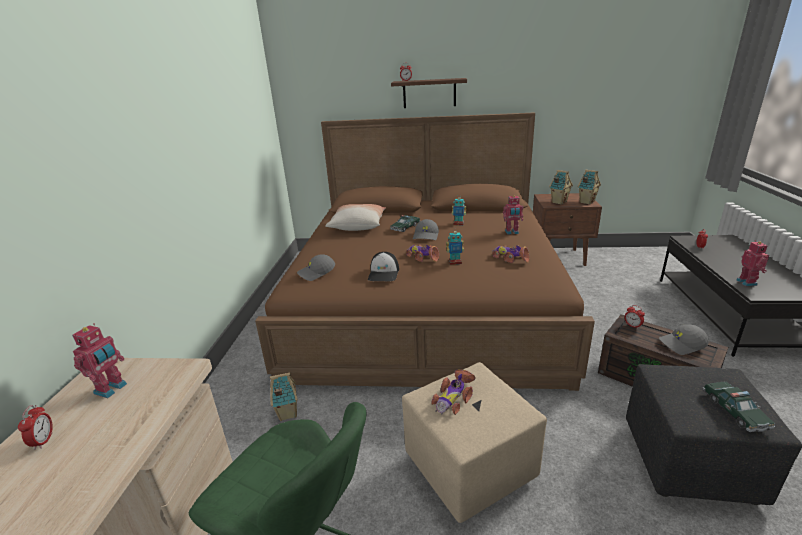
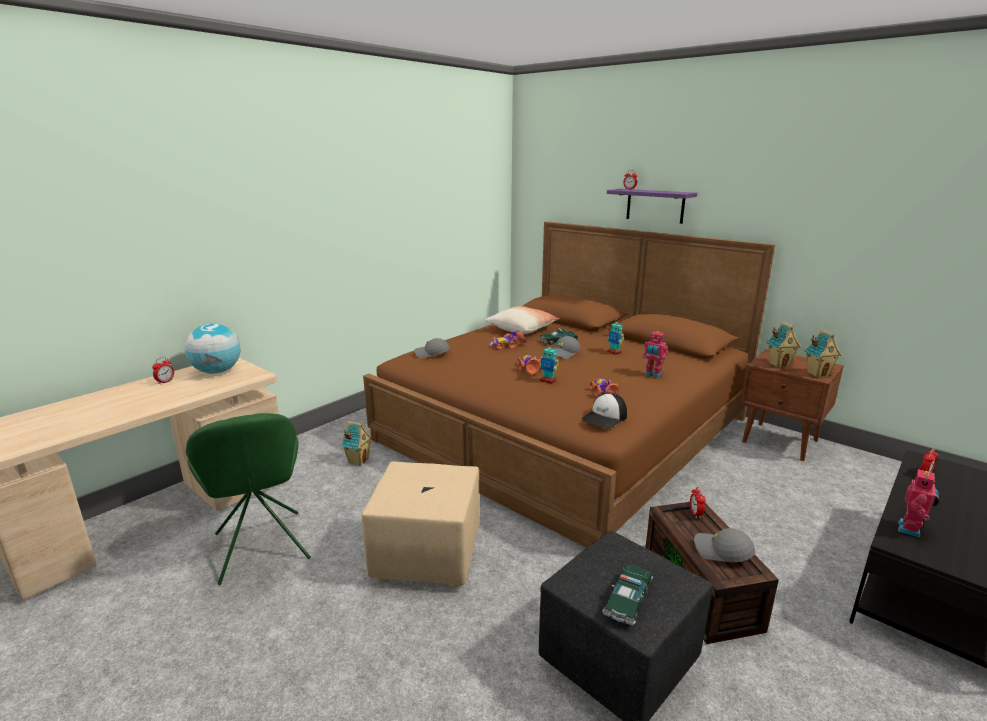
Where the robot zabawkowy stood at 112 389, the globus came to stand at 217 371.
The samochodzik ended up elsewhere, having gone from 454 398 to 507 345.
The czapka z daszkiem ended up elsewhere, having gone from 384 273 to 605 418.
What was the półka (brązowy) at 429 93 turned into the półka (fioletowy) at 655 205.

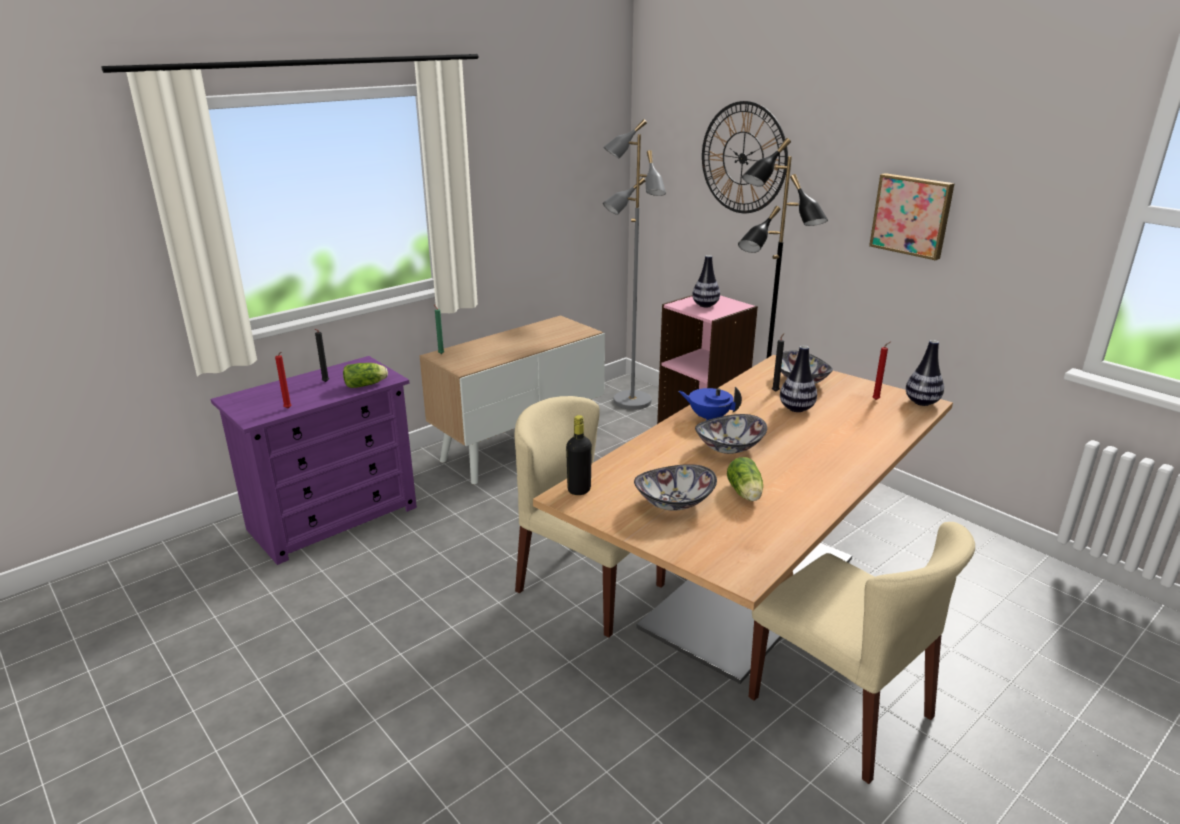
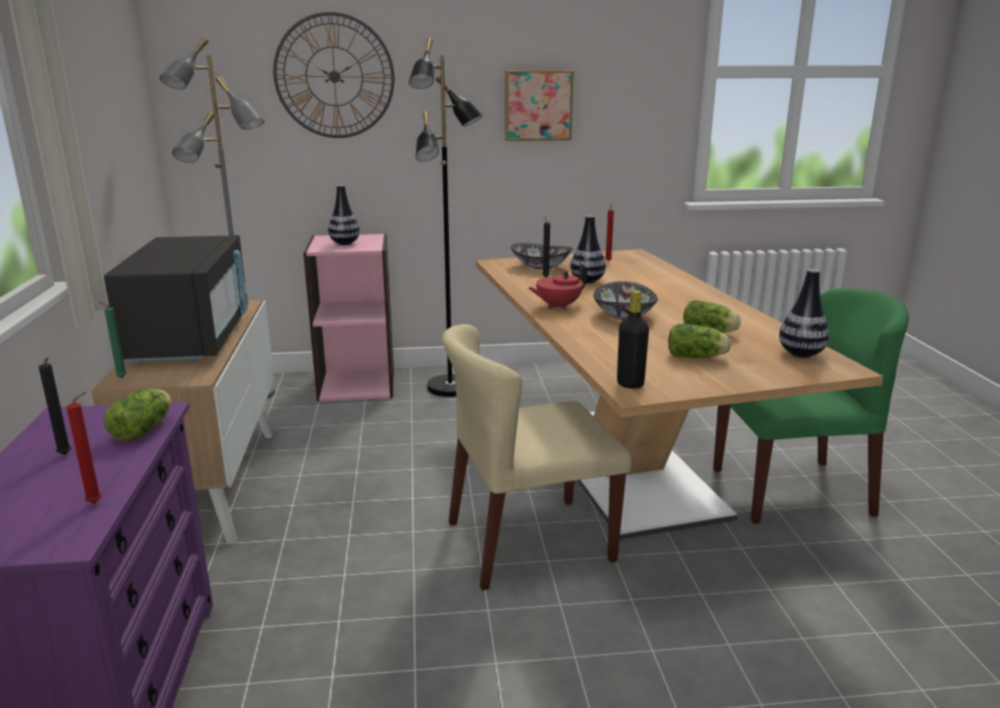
The second view gained the mikrofalówka (czarny) at 192 339.
What was the imbryk (niebieski) at 709 417 turned into the imbryk (czerwony) at 558 306.
Where the miska stood at 673 502, the sałata came to stand at 698 357.
What was the krzesło (beżowy) at 841 707 turned into the krzesło (zielony) at 792 491.
The wazon ended up elsewhere, having gone from 922 402 to 801 354.

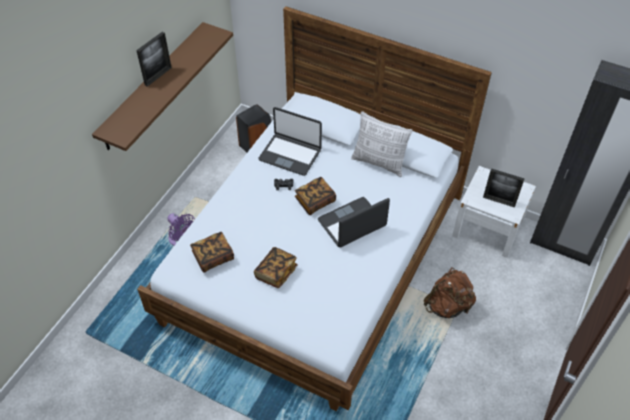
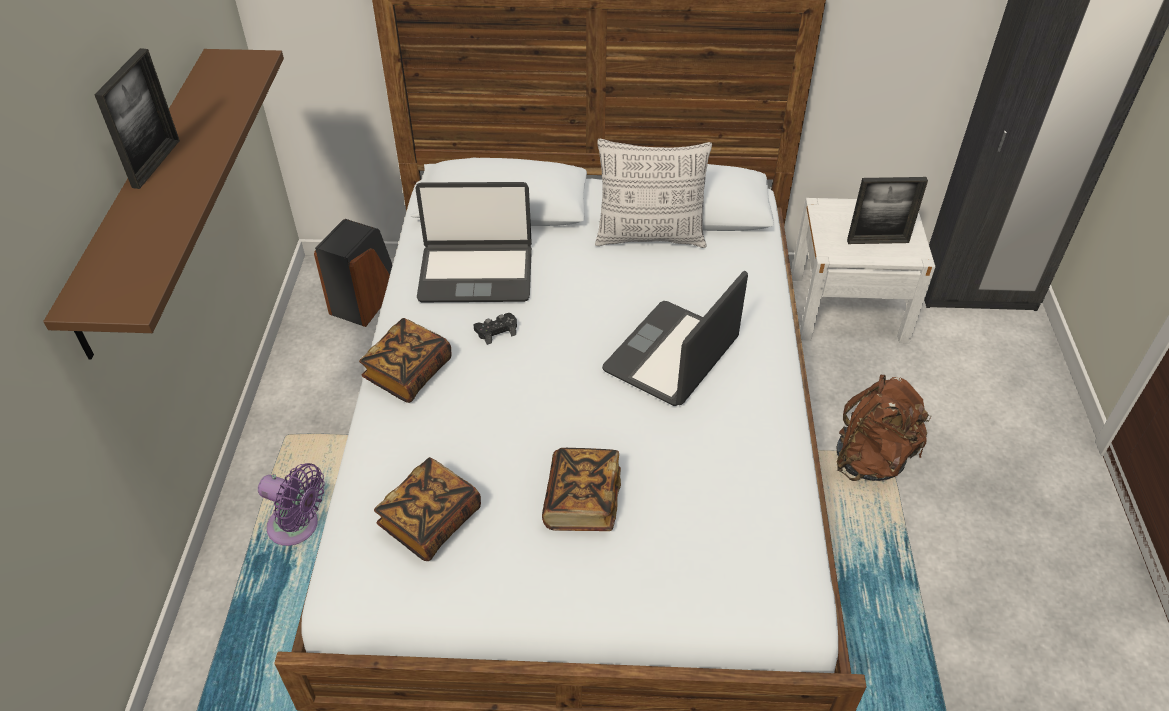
The książka ended up elsewhere, having gone from 315 201 to 408 373.

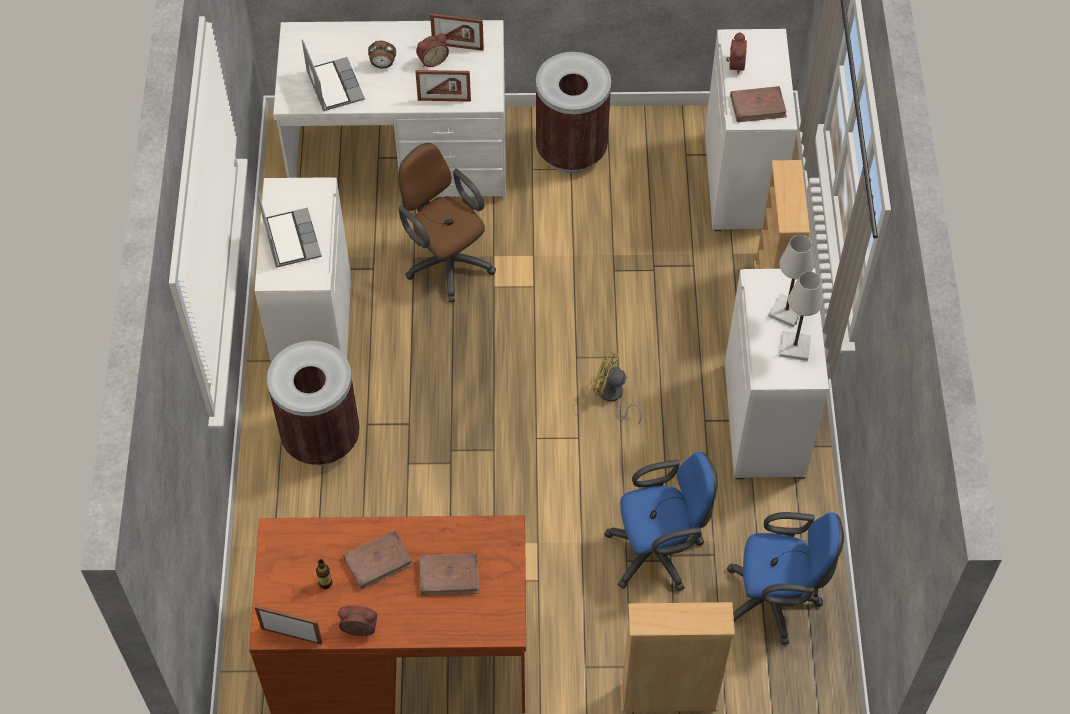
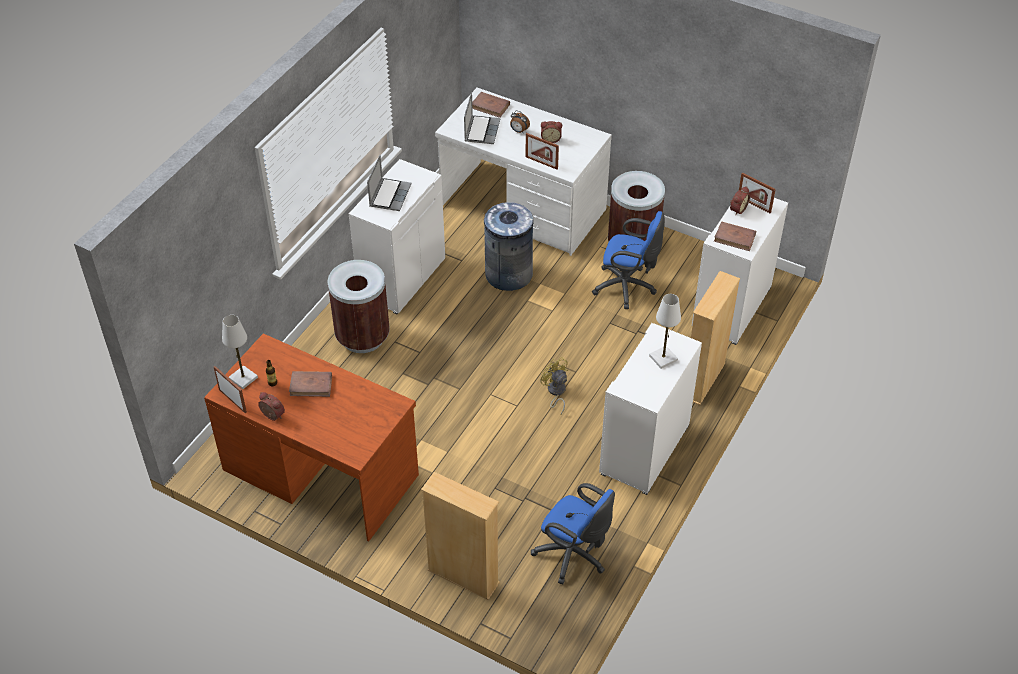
The lampa stołowa (biały) ended up elsewhere, having gone from 794 347 to 243 378.
The książka (brązowy) ended up elsewhere, having gone from 449 575 to 490 106.
Where the krzesło biurowe (brązowy) stood at 446 261, the kosz na śmieci (szary) came to stand at 508 274.
The krzesło biurowe (niebieski) ended up elsewhere, having gone from 659 551 to 627 287.
The ramka na zdjęcie ended up elsewhere, having gone from 457 46 to 754 204.

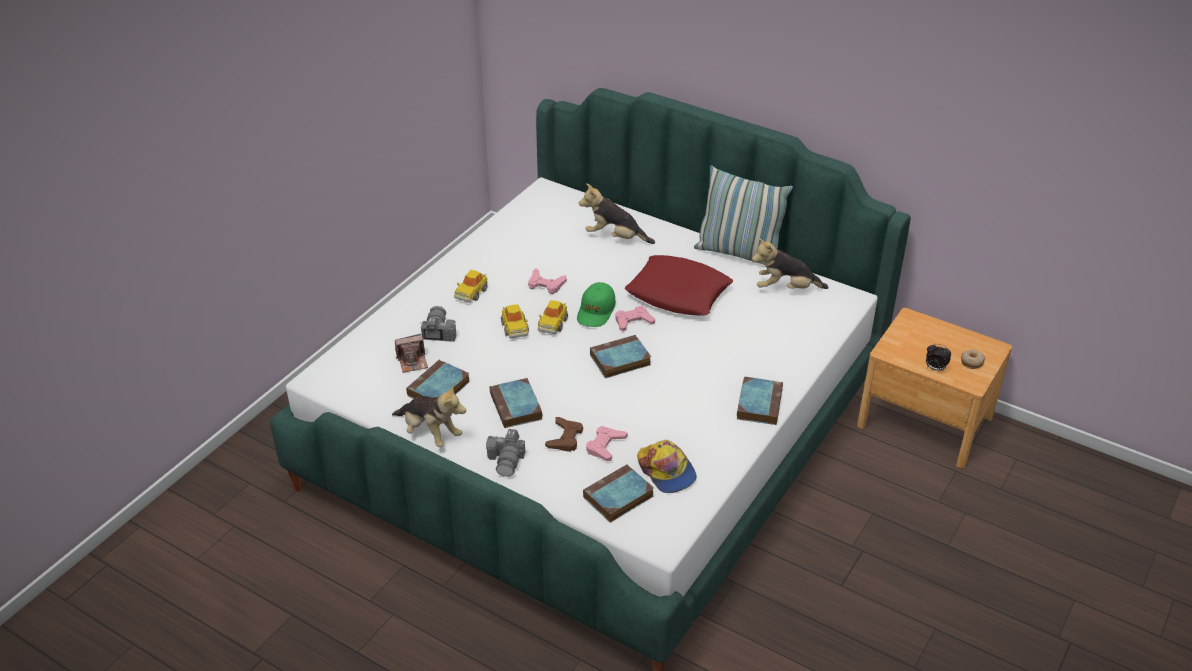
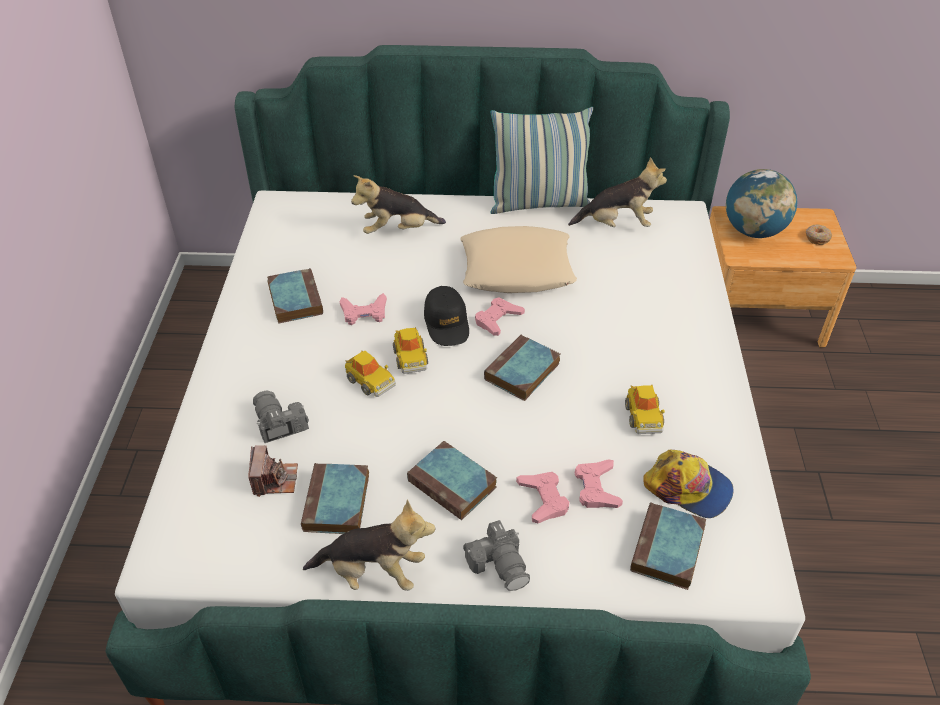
The aparat fotograficzny at 413 361 ended up facing another way, 45 degrees counterclockwise from before.
The książka ended up elsewhere, having gone from 759 403 to 294 299.
What was the czapka z daszkiem (zielony) at 596 311 turned into the czapka z daszkiem (czarny) at 447 323.
What was the poduszka (czerwony) at 678 293 turned into the poduszka (beżowy) at 517 268.
What was the pad do gier (brązowy) at 565 438 turned into the pad do gier (różowy) at 543 499.
The pluszak at 785 288 ended up facing another way, 150 degrees counterclockwise from before.
The samochodzik ended up elsewhere, having gone from 471 293 to 643 416.
The second view gained the globus at 753 231.
The second view lost the budzik at 935 368.

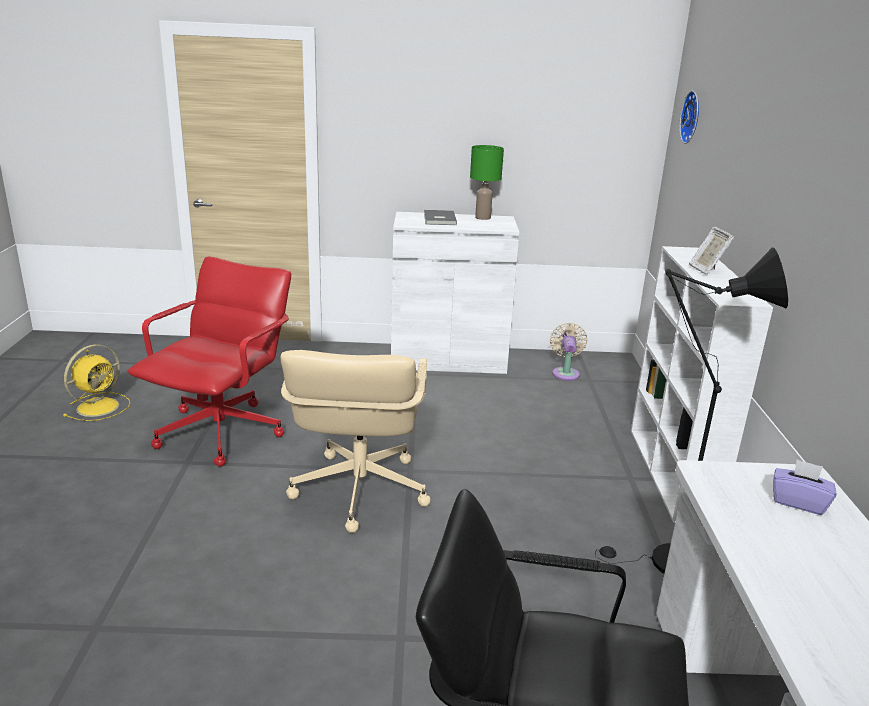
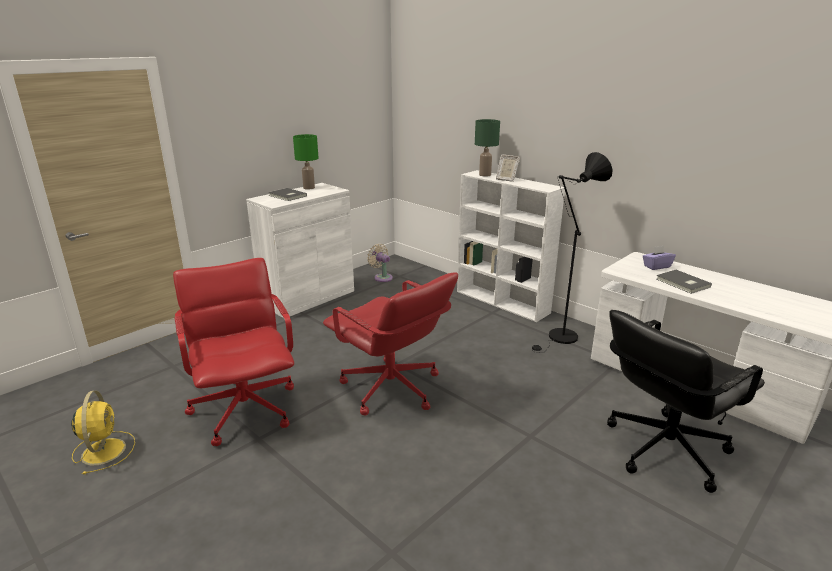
What was the krzesło biurowe (beżowy) at 358 491 turned into the krzesło biurowe (czerwony) at 391 389.
The second view gained the lampa stołowa (zielony) at 484 175.
The second view gained the książka (szary) at 682 283.
The second view lost the zegar ścienny at 693 117.

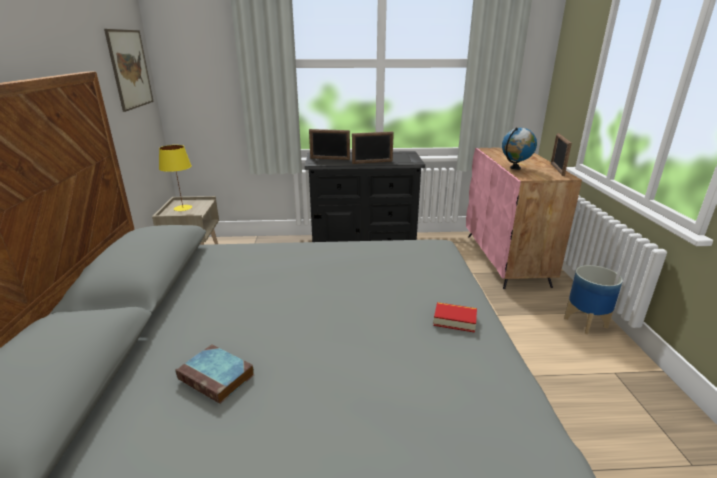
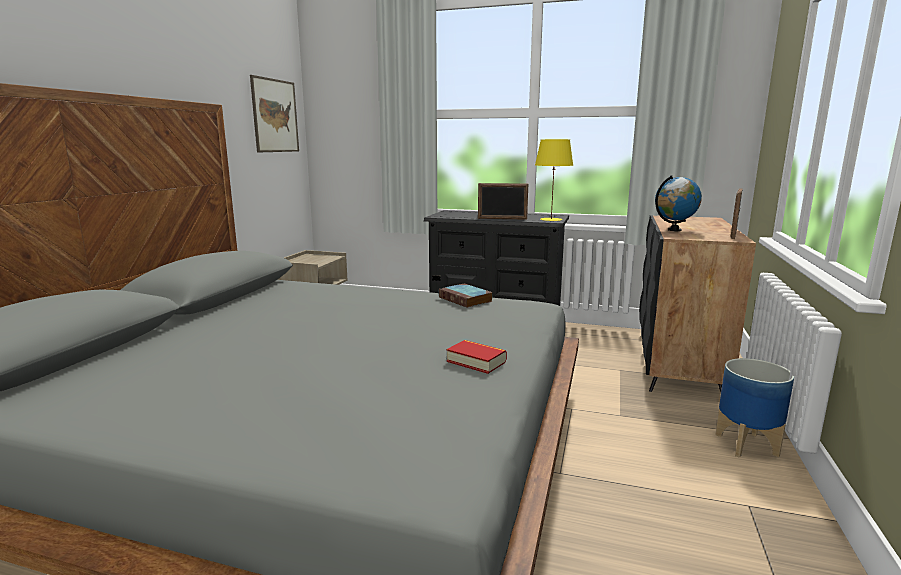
The książka ended up elsewhere, having gone from 218 377 to 466 299.
The lampa stołowa (żółty) ended up elsewhere, having gone from 183 208 to 551 219.
What was the szafka (różowy) at 506 259 turned into the szafka (czarny) at 678 363.
The second view lost the ramka na zdjęcie at 330 159.

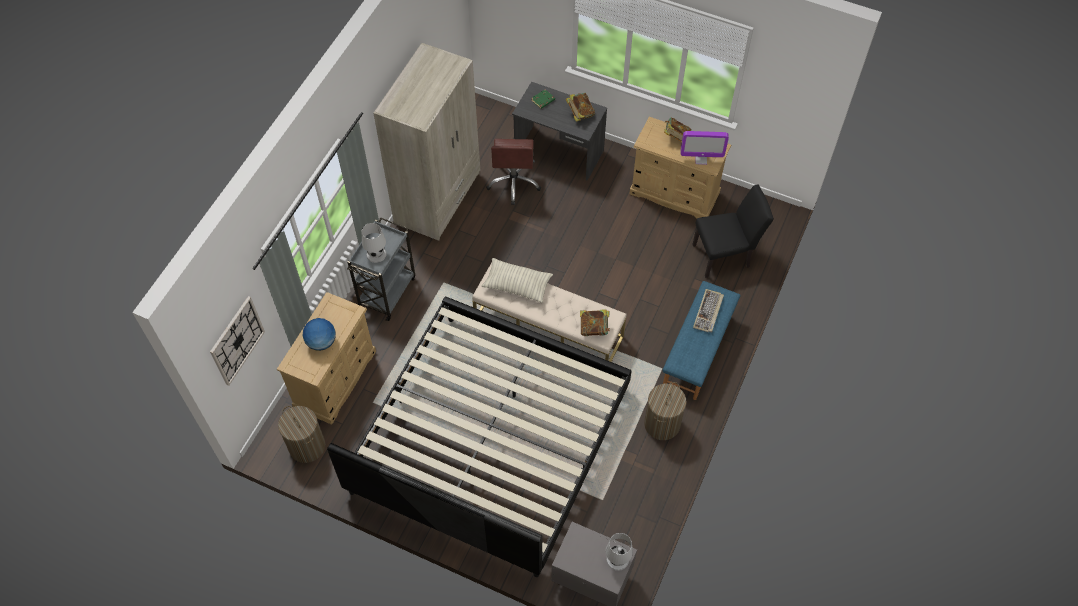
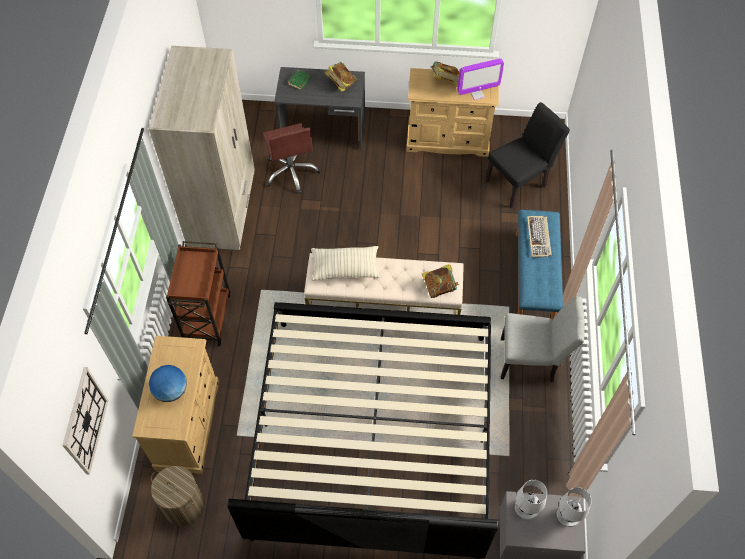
What was the wózek (szary) at 387 291 turned into the wózek (brązowy) at 207 316.
Where the kosz na pranie stood at 662 424, the krzesło (szary) came to stand at 532 360.
The lampa stołowa (biały) ended up elsewhere, having gone from 376 254 to 526 507.

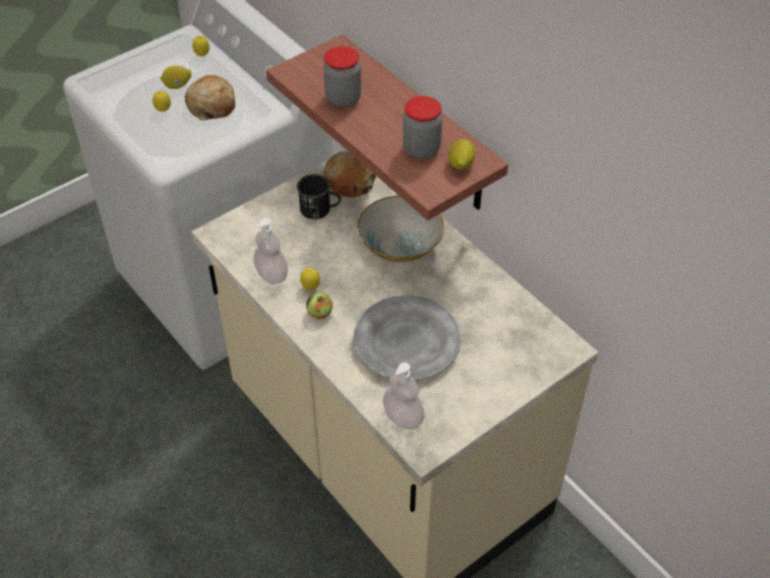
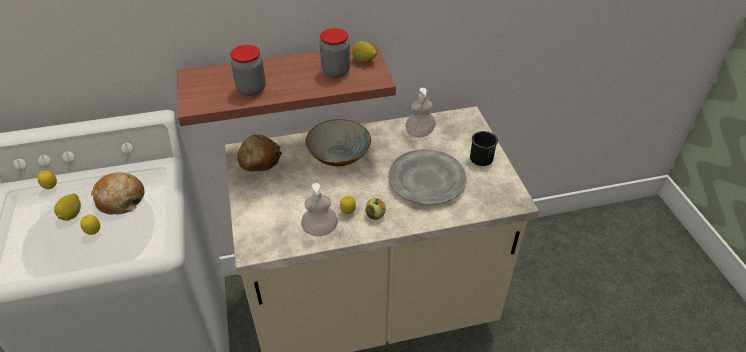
The dozownik mydła ended up elsewhere, having gone from 403 417 to 419 133.
The kubek (czarny) ended up elsewhere, having gone from 320 210 to 483 156.

